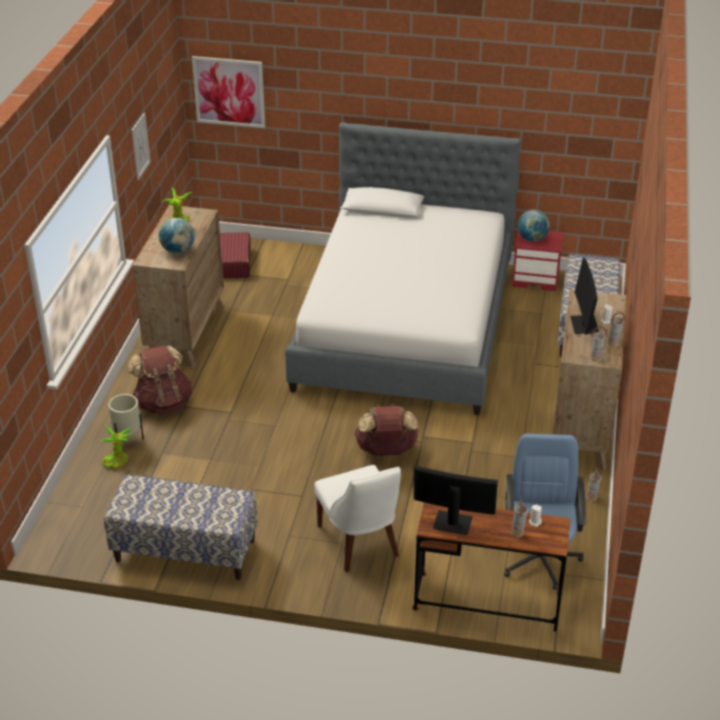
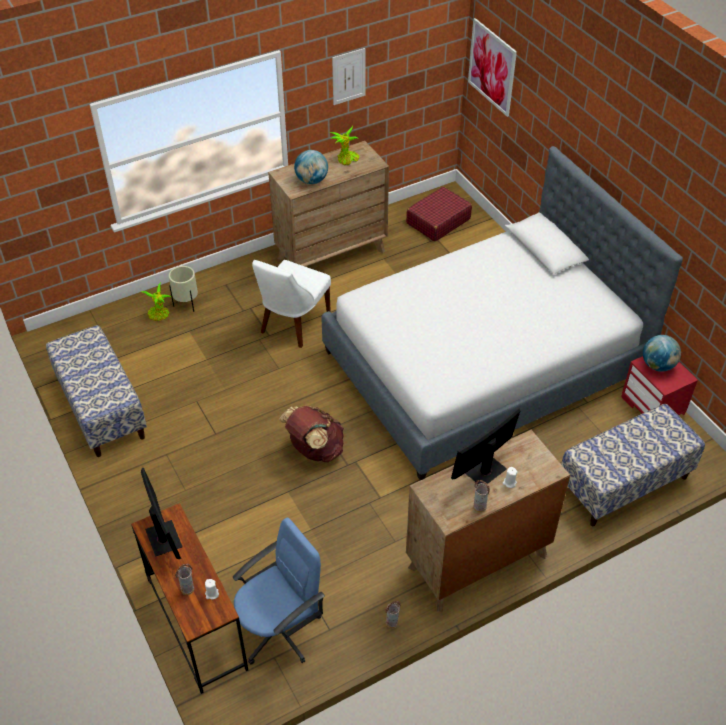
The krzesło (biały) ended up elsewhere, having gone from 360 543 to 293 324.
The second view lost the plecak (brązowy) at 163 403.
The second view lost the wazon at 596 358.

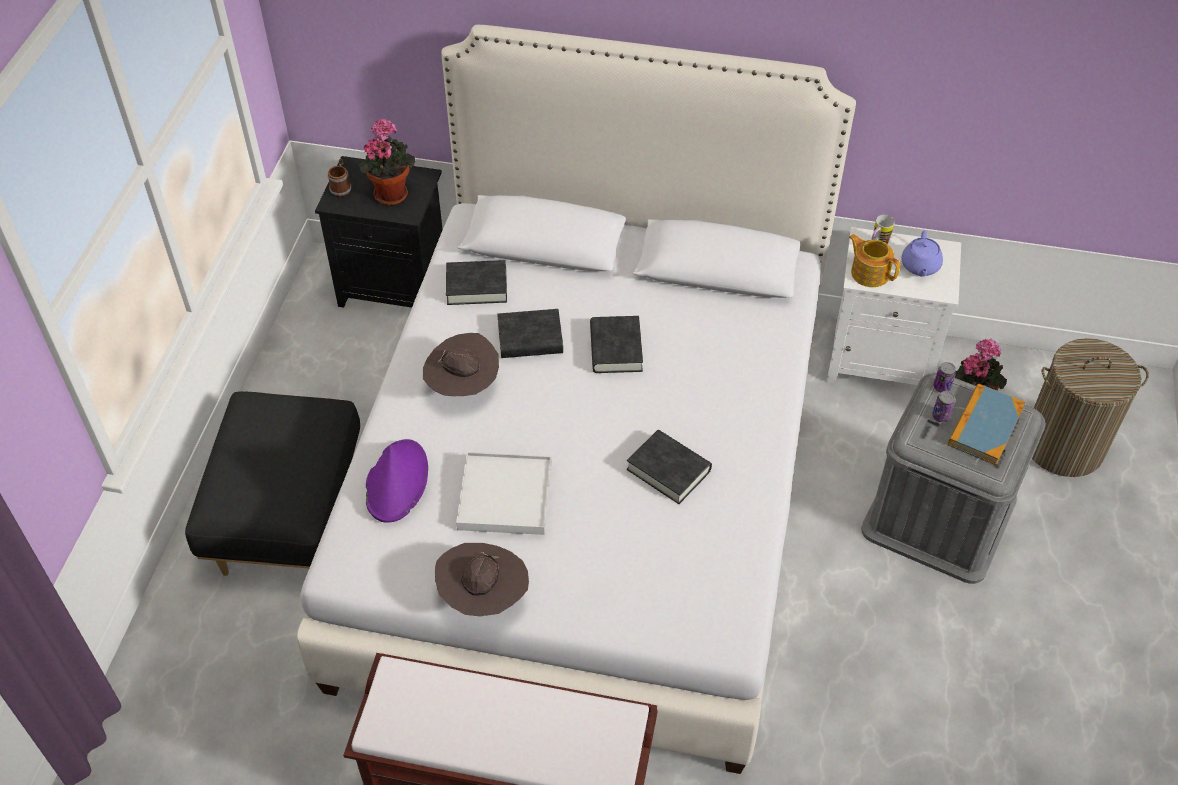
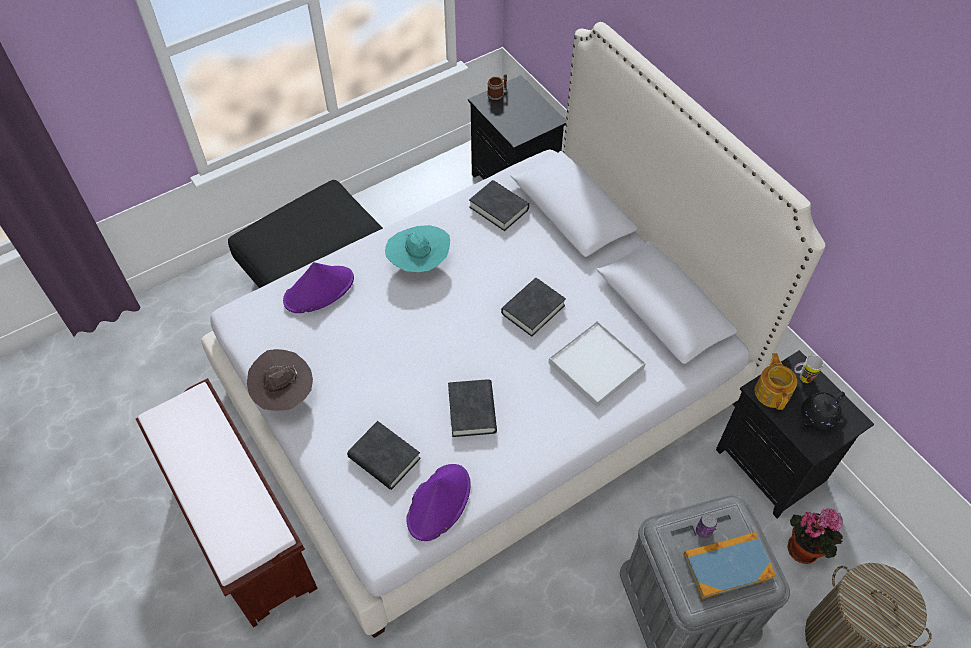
The książka (czarny) ended up elsewhere, having gone from 530 339 to 384 458.
What was the kapelusz (brązowy) at 463 387 turned into the kapelusz (turkusowy) at 419 263.
The second view gained the kapelusz (fioletowy) at 439 502.
The taca (biały) ended up elsewhere, having gone from 505 496 to 595 365.
What was the szafka nocna (biały) at 881 360 turned into the szafka nocna (czarny) at 773 466.
What was the imbryk (fioletowy) at 920 266 turned into the imbryk (czarny) at 817 416.
The second view lost the roślina doniczkowa at 391 192.
The second view lost the puszka at 941 387.

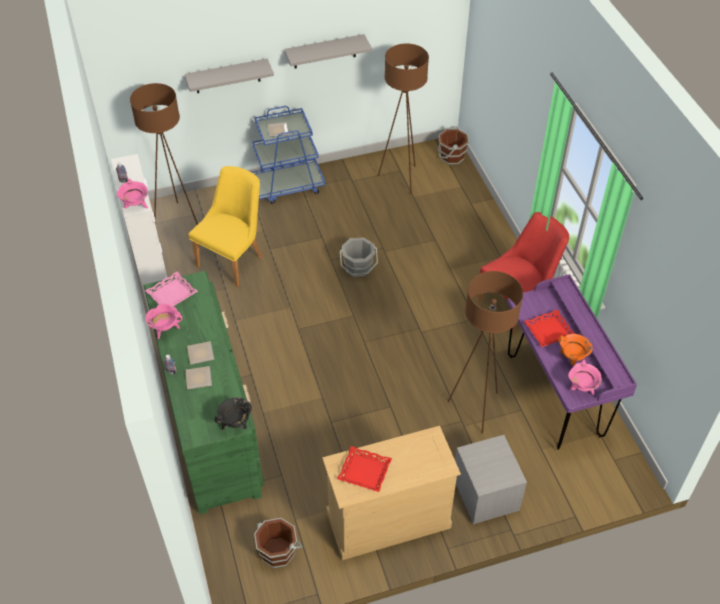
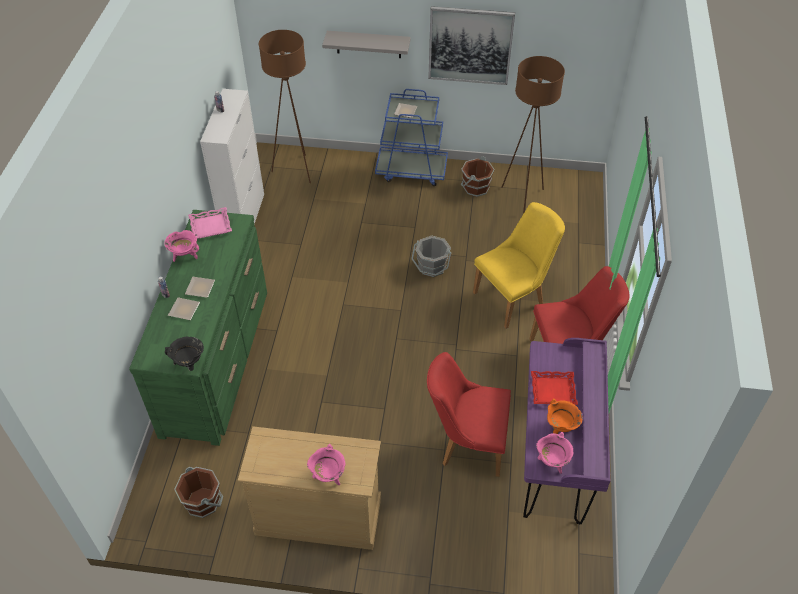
The garnek (różowy) ended up elsewhere, having gone from 136 206 to 328 476.
Where the lampa stojąca (brązowy) stood at 476 408, the krzesło (czerwony) came to stand at 466 443.
Where the półka (szary) hung at 324 51, the obraz came to hang at 470 45.
The wiadro (brązowy) ended up elsewhere, having gone from 451 156 to 475 187.
The krzesło (żółty) ended up elsewhere, having gone from 234 258 to 514 297.
The second view lost the taca (czerwony) at 364 472.
The second view lost the szafka nocna (szary) at 485 494.

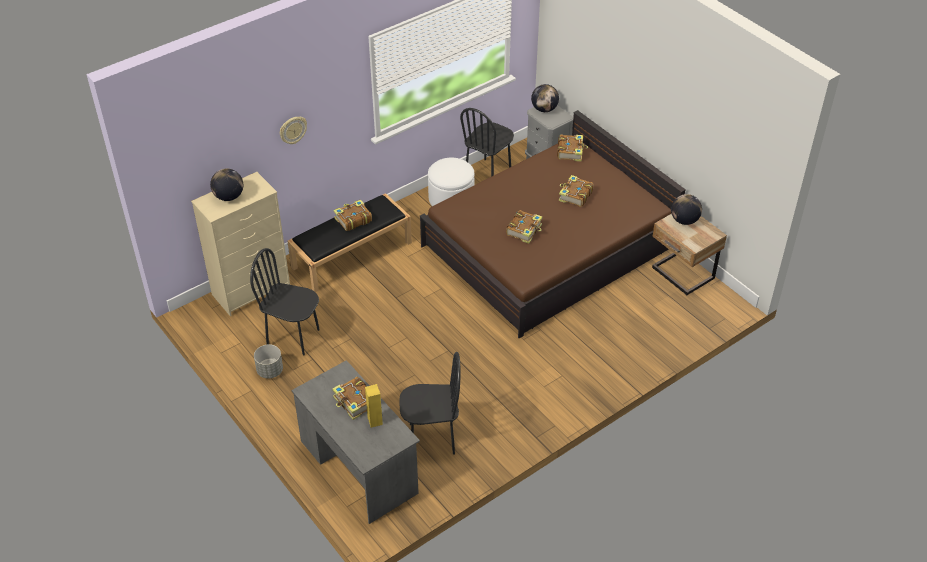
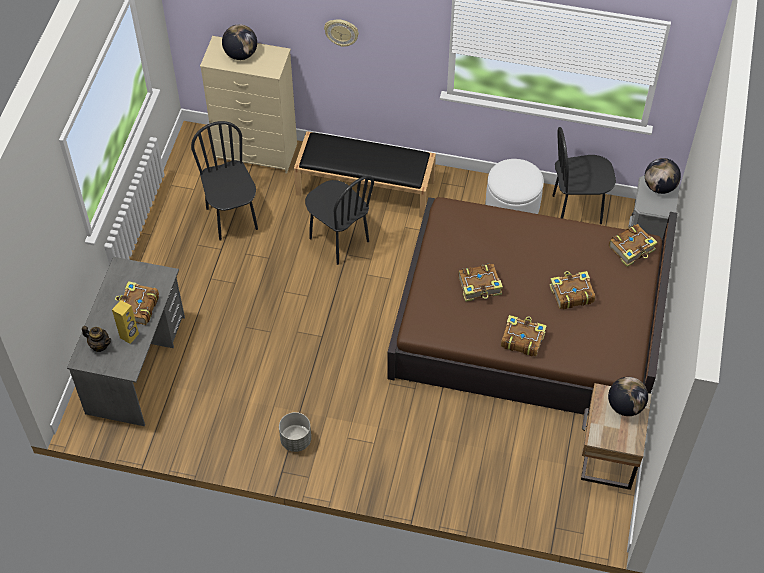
The second view gained the imbryk at 99 345.
The donica (szary) ended up elsewhere, having gone from 270 371 to 295 440.
The krzesło (czarny) ended up elsewhere, having gone from 432 438 to 338 240.
The książka ended up elsewhere, having gone from 352 220 to 522 339.

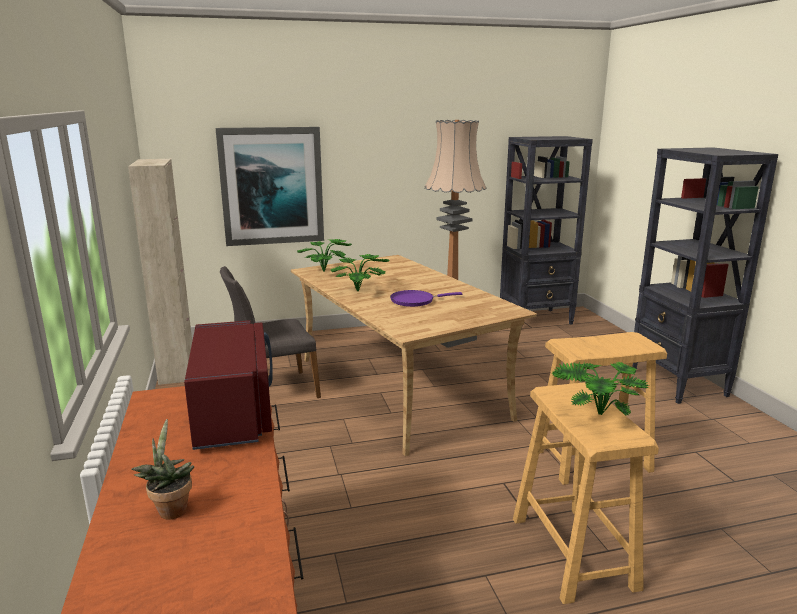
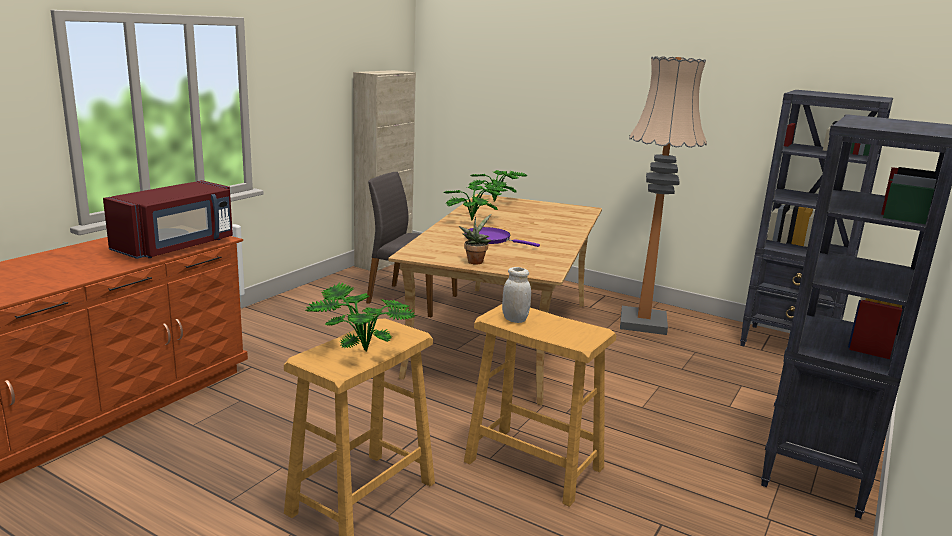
The roślina doniczkowa ended up elsewhere, having gone from 171 509 to 475 261.
The second view gained the słoik (biały) at 515 319.
The second view lost the obraz at 271 186.

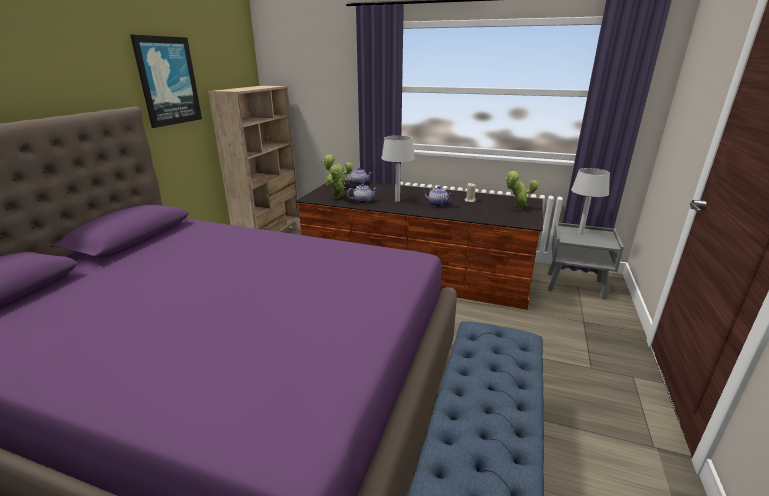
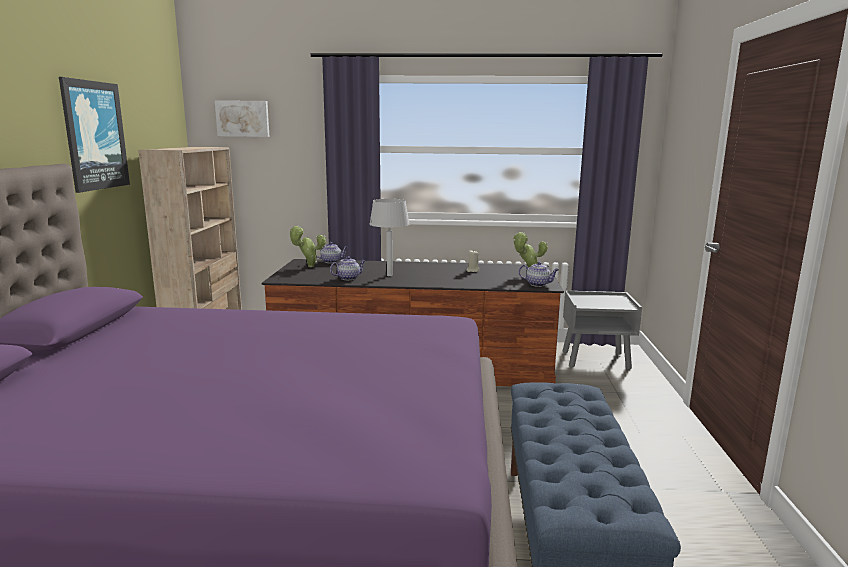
The second view gained the obraz at 243 118.
The imbryk ended up elsewhere, having gone from 438 204 to 538 284.
The second view lost the roślina doniczkowa at 336 198.
The second view lost the lampa stołowa (szary) at 581 233.

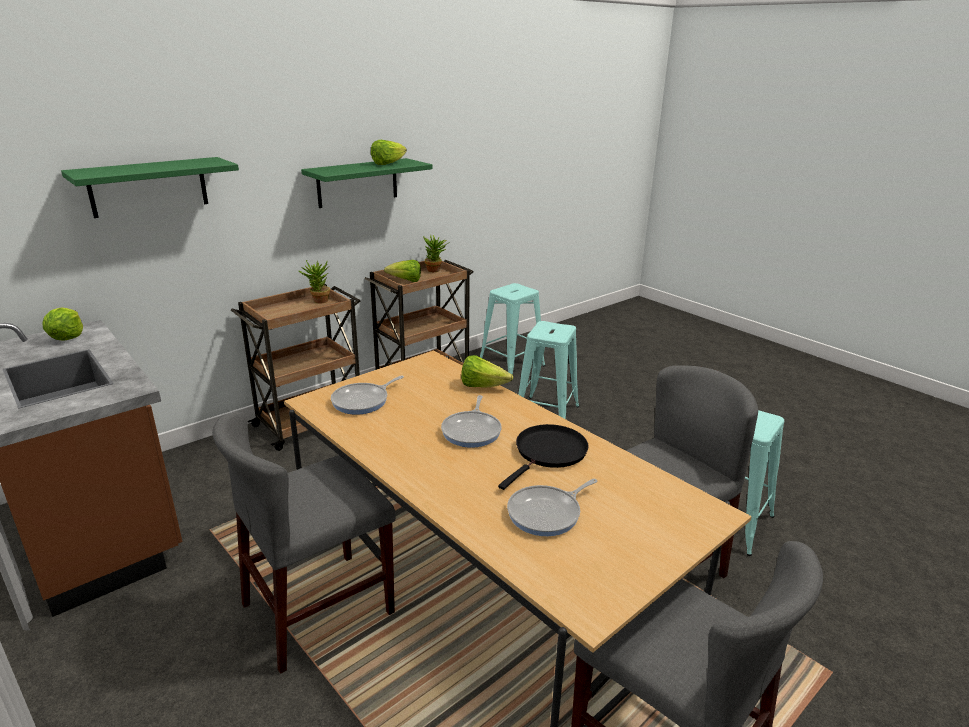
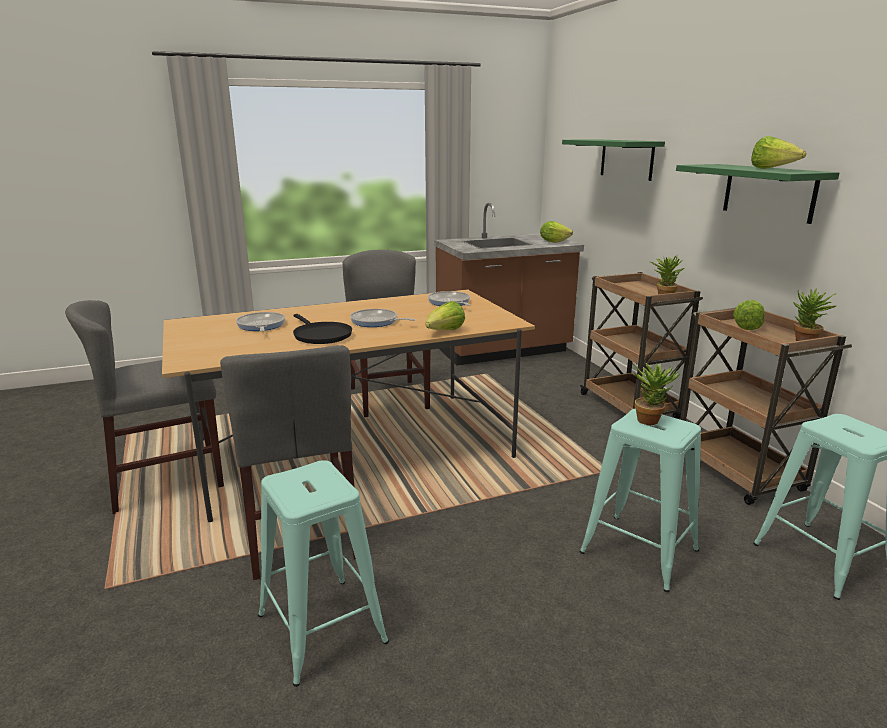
The second view gained the roślina doniczkowa at 650 419.

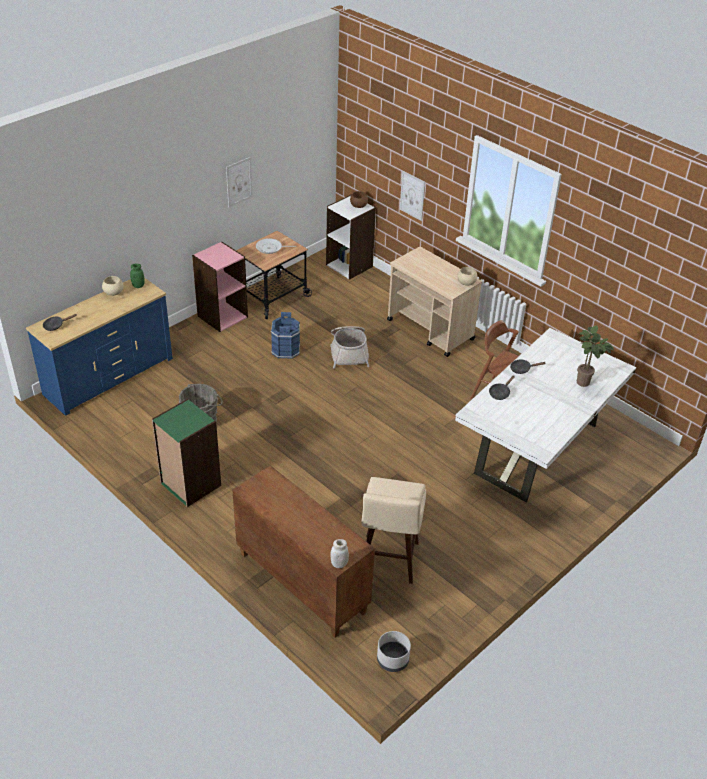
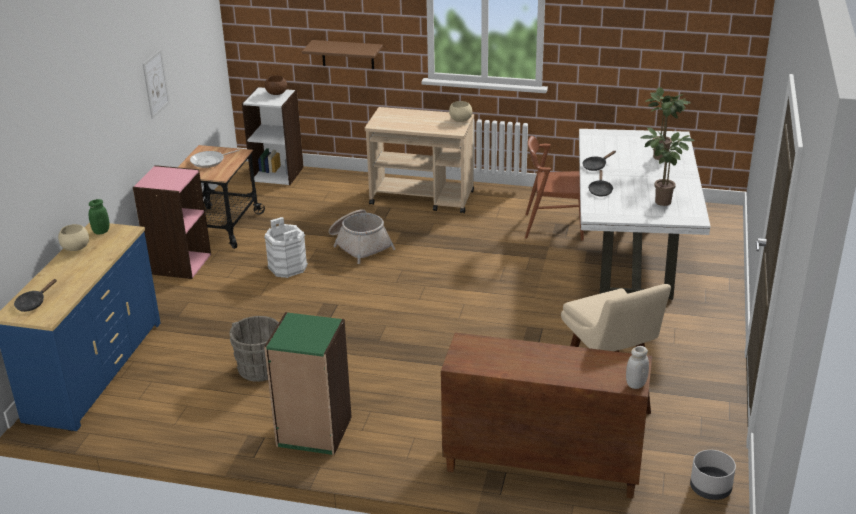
What was the wiadro (niebieski) at 286 350 turned into the wiadro (biały) at 288 267.
Where the obraz hung at 412 195, the półka (brązowy) came to hang at 347 54.
The second view gained the roślina doniczkowa at 661 203.

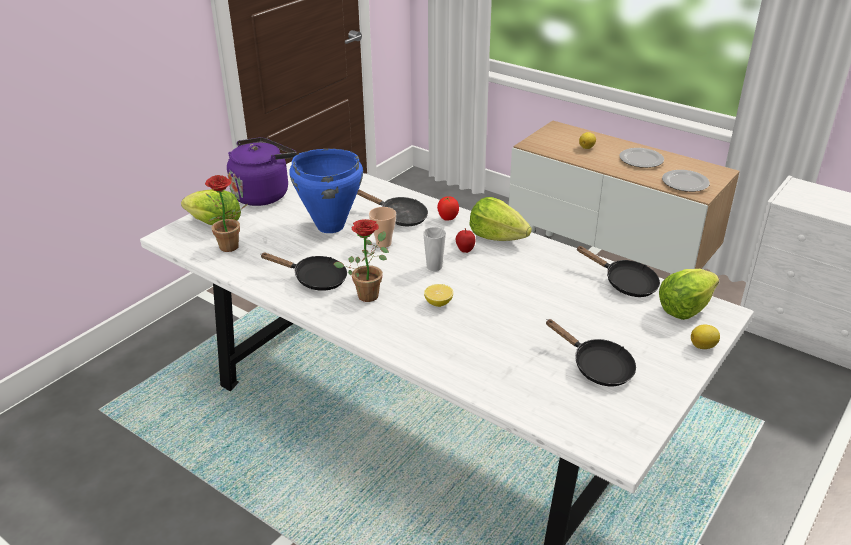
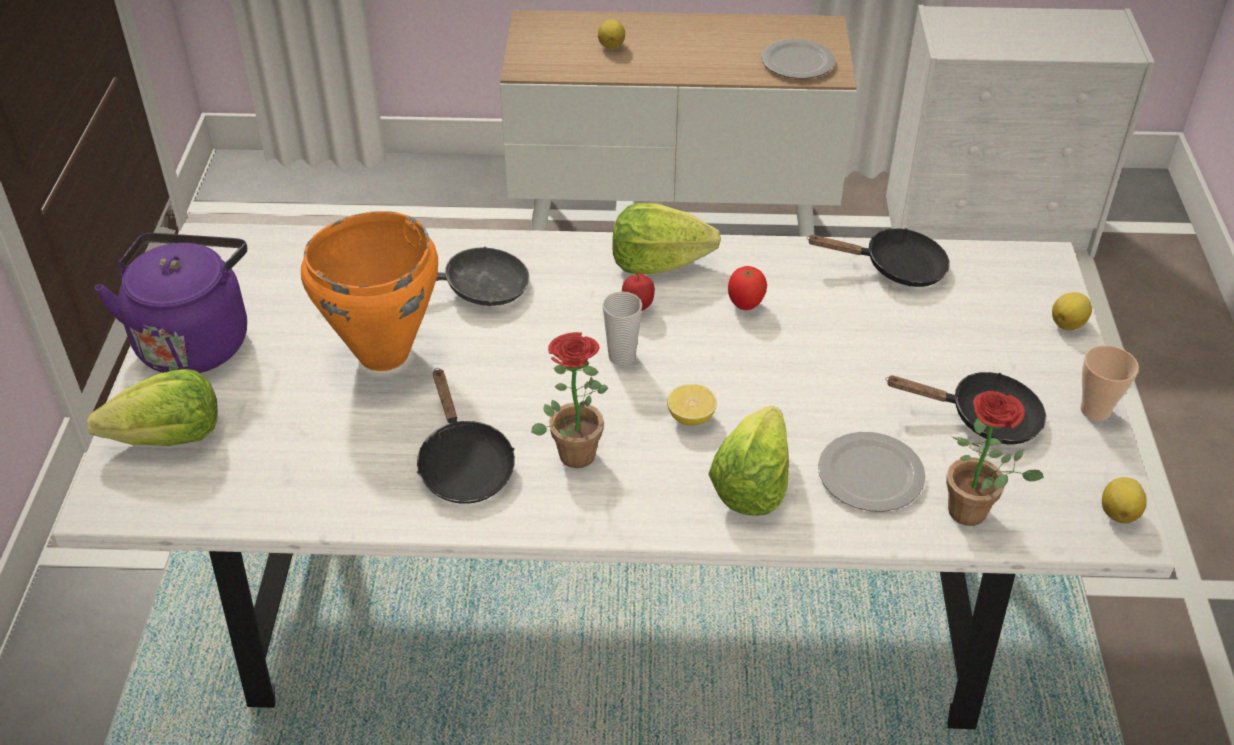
What was the garnek (niebieski) at 330 226 turned into the garnek (pomarańczowy) at 382 354.
The patelnia (czarny) at 315 279 ended up facing another way, 90 degrees clockwise from before.
The sałata ended up elsewhere, having gone from 685 308 to 751 484.
The pomidor ended up elsewhere, having gone from 447 219 to 745 305.
The talerz ended up elsewhere, having gone from 640 160 to 870 476.
The roślina doniczkowa ended up elsewhere, having gone from 230 249 to 975 514.
The filiżanka ended up elsewhere, having gone from 383 243 to 1095 410.
The second view gained the cytryna at 1119 512.

